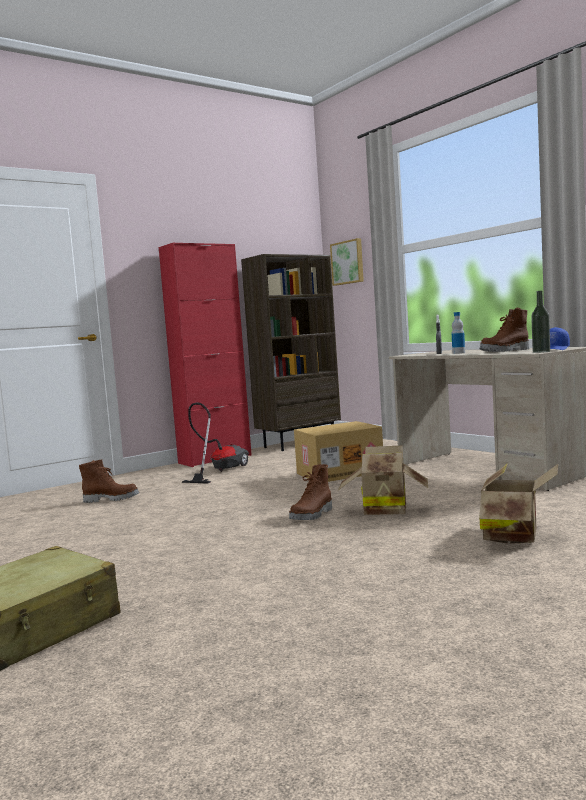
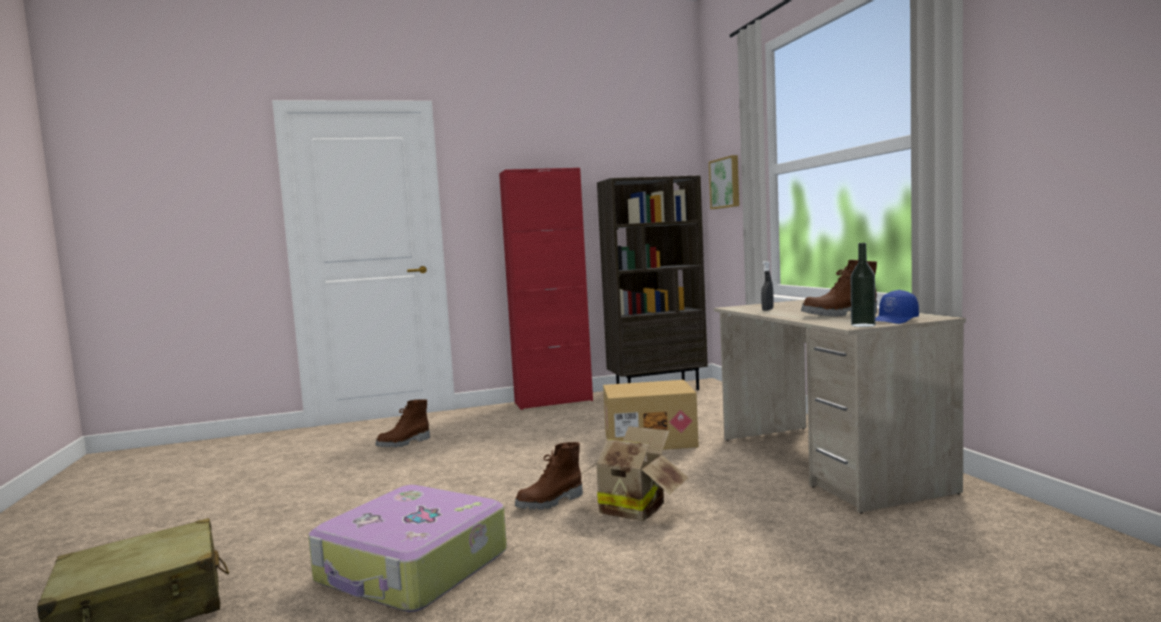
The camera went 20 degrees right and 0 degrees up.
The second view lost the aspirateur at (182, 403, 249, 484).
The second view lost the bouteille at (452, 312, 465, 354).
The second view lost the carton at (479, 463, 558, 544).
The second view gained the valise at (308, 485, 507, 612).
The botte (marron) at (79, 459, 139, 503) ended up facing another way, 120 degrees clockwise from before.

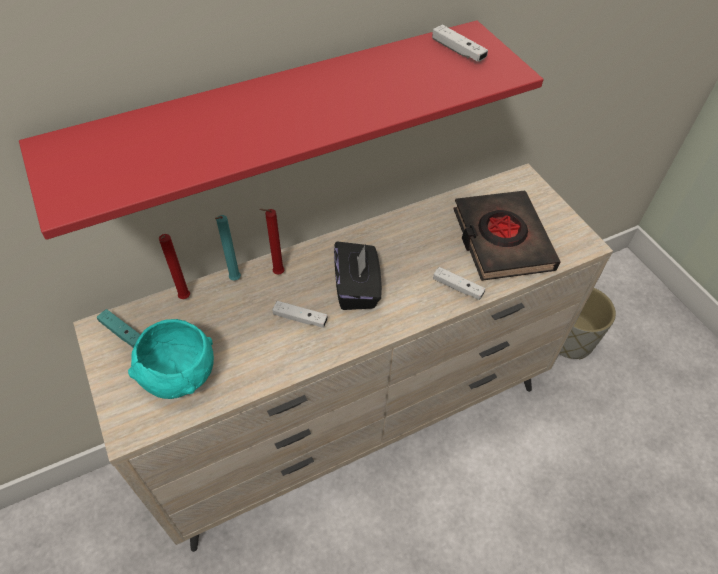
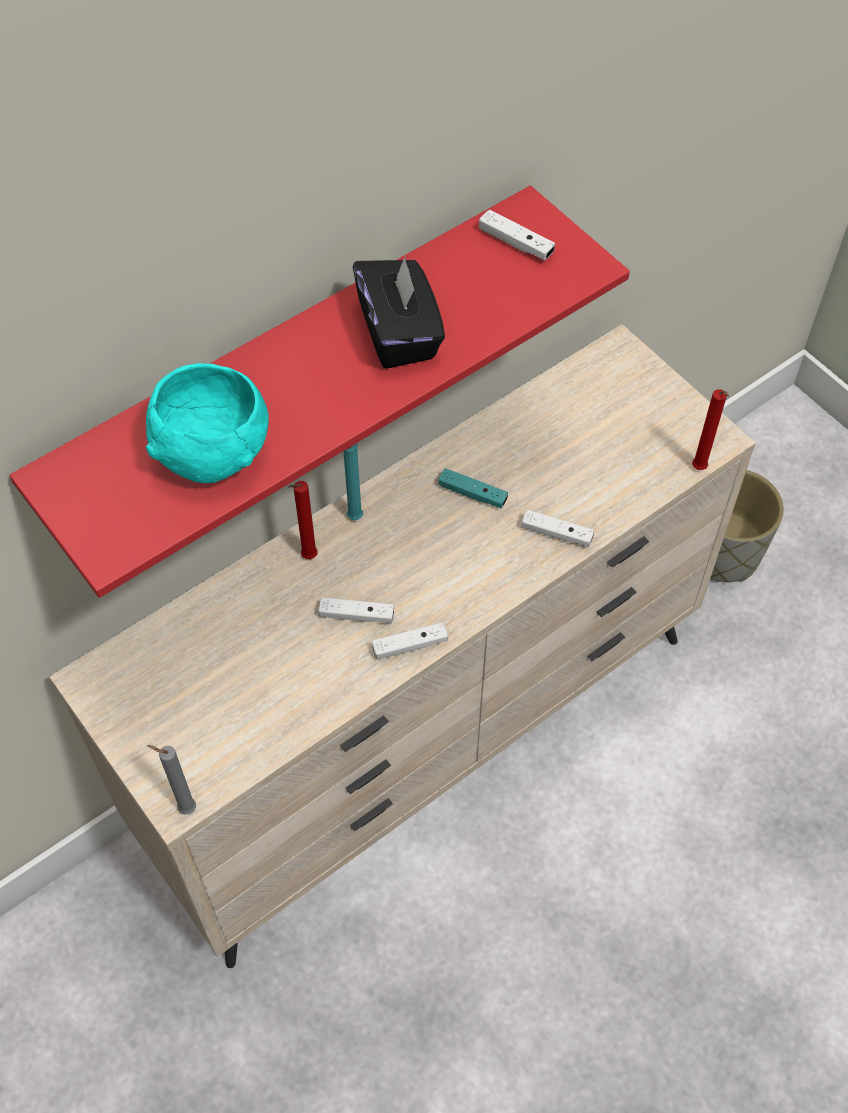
The camera went 10 degrees left and 5 degrees up.
The second view lost the livre (noir) at (454, 191, 561, 281).
The second view gained the bougie (gris) at (147, 745, 196, 815).
The second view gained the manette (blanc) at (372, 622, 448, 660).
The manette (turquoise) ended up elsewhere, having gone from (97, 309, 141, 348) to (438, 468, 508, 509).
The bol (turquoise) ended up elsewhere, having gone from (128, 319, 214, 399) to (146, 363, 269, 483).
The bougie (rouge) ended up elsewhere, having gone from (159, 234, 190, 299) to (692, 389, 729, 470).
The bougie (turquoise) ended up elsewhere, having gone from (215, 215, 241, 280) to (343, 444, 363, 520).
The boîte à mouchoirs (noir) ended up elsewhere, having gone from (334, 241, 382, 310) to (353, 255, 445, 369).

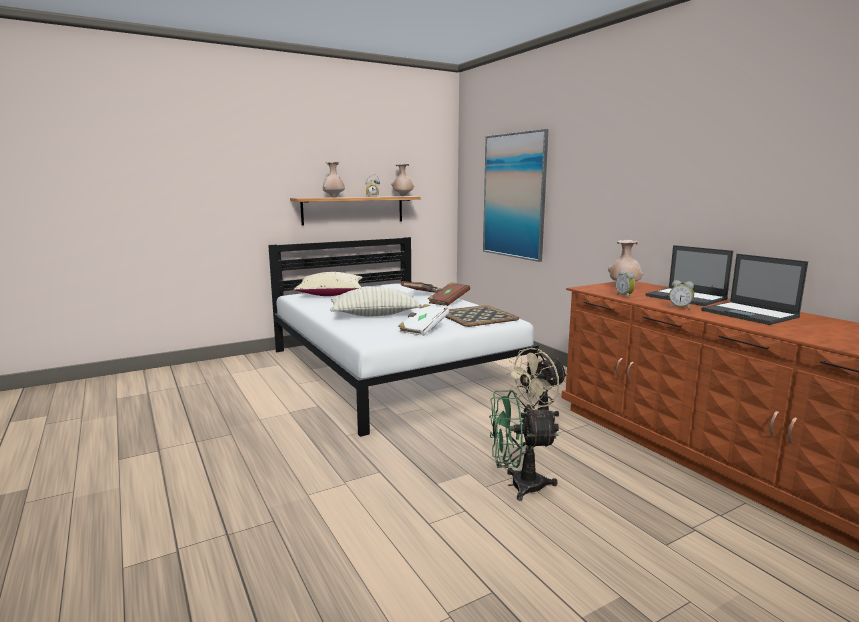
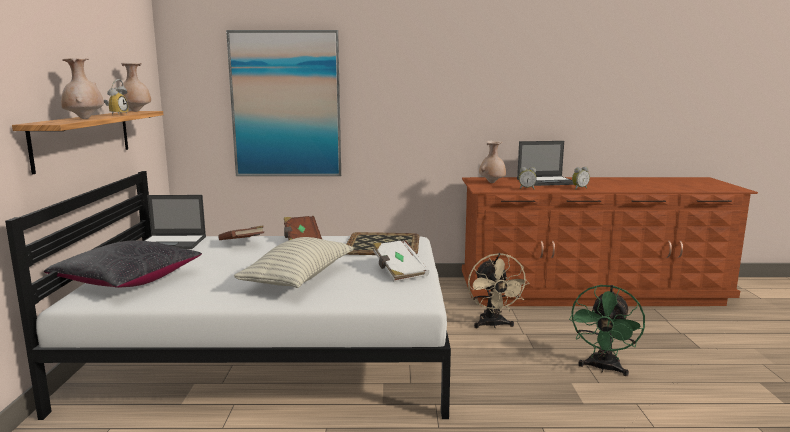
The camera went 60 degrees left and 0 degrees up.
The ordinateur portable ended up elsewhere, having gone from (701, 254, 808, 325) to (144, 195, 206, 249).
What was the coussin (beige) at (294, 272, 363, 296) turned into the coussin (noir) at (44, 240, 202, 288).

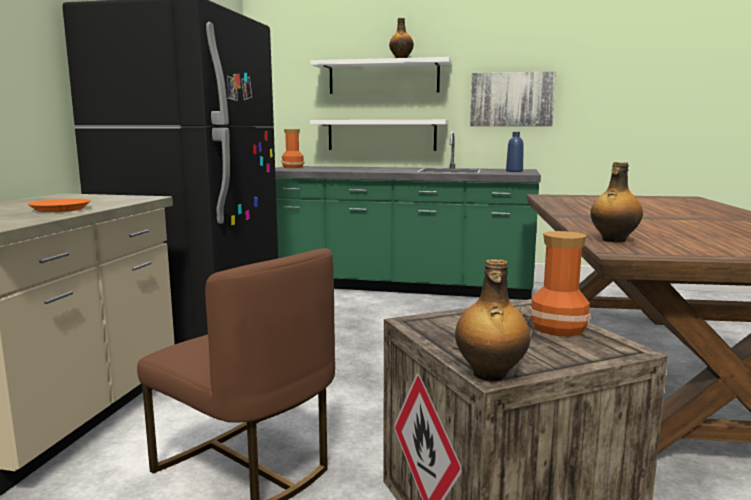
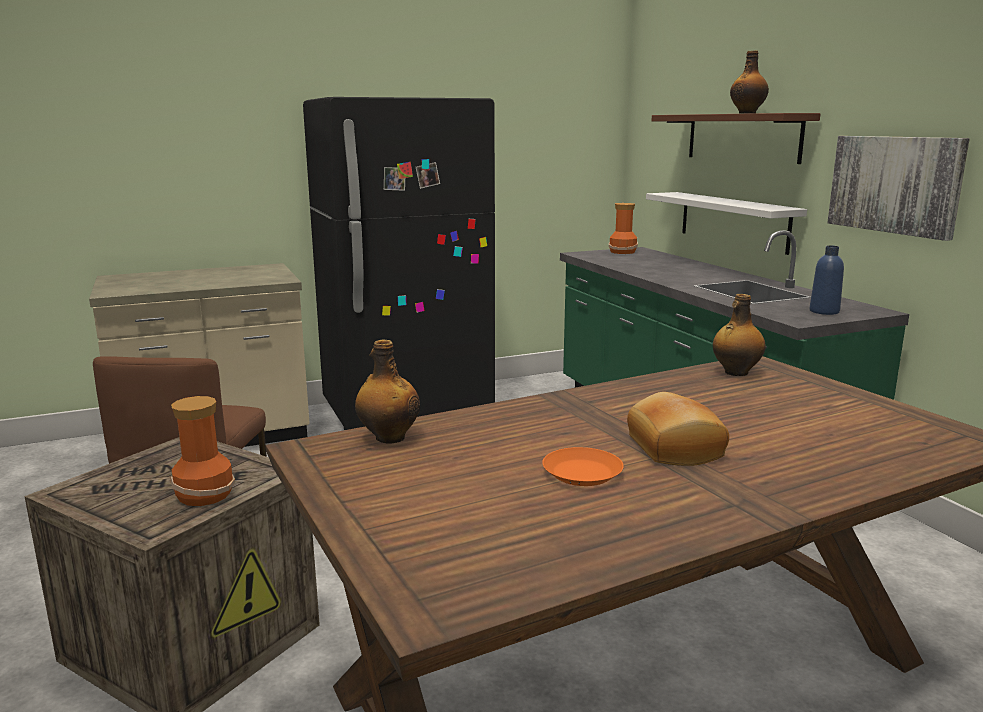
The camera went 55 degrees right and 5 degrees up.
The second view gained the pain at (627, 392, 729, 466).
The assiette (orange) ended up elsewhere, having gone from (27, 199, 91, 212) to (542, 447, 624, 486).
The bouteille ended up elsewhere, having gone from (455, 260, 530, 381) to (713, 294, 766, 376).
What was the étagère (blanc) at (310, 57, 452, 94) turned into the étagère (marron) at (652, 113, 821, 164).

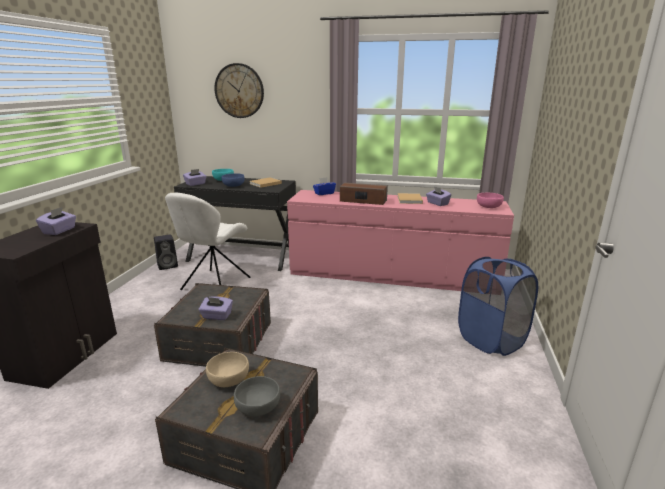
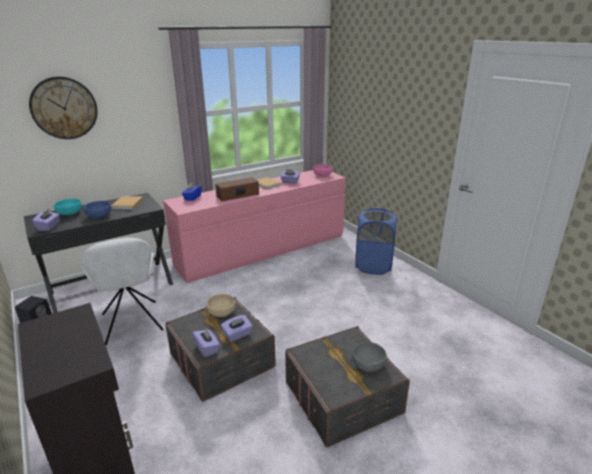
The camera went 45 degrees left and 5 degrees up.
The boîte à mouchoirs (violet) ended up elsewhere, having gone from (36, 207, 76, 235) to (192, 328, 220, 357).
The bol (beige) ended up elsewhere, having gone from (206, 352, 249, 387) to (206, 294, 236, 317).

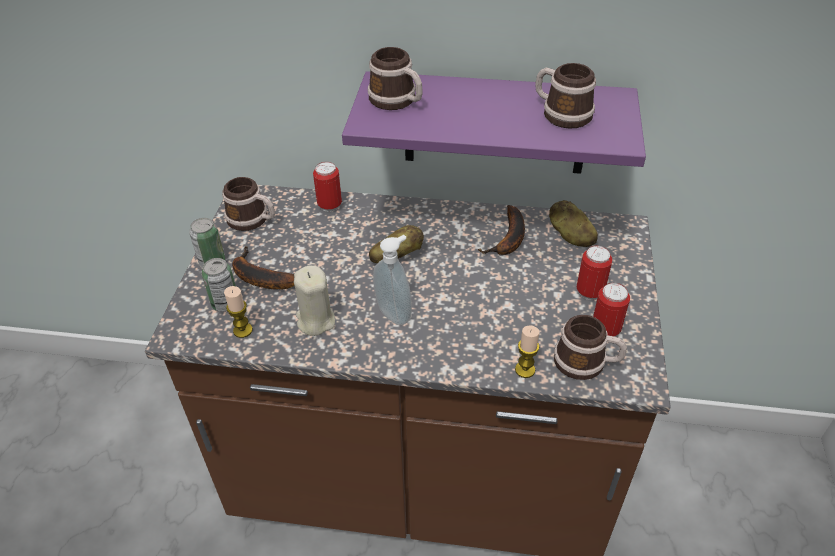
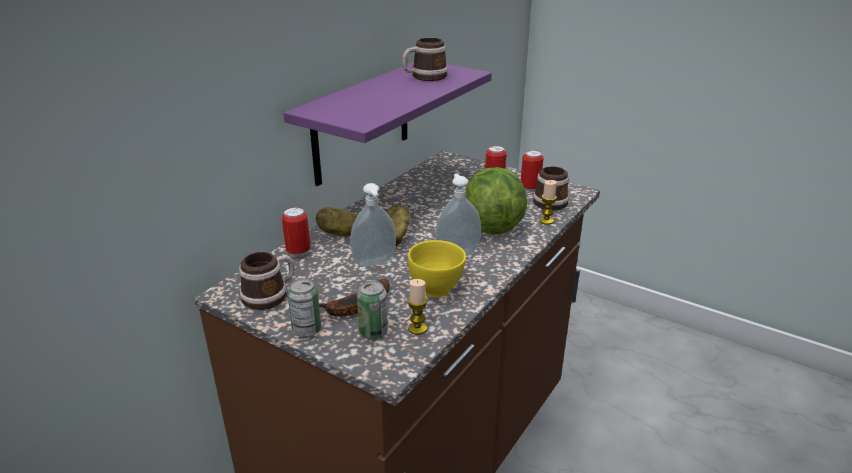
The camera went 65 degrees left and 15 degrees down.
The second view lost the mug at (368, 47, 423, 110).
The second view lost the banane at (478, 205, 525, 255).
The second view gained the distributeur de savon at (350, 183, 396, 267).
The second view gained the laitue at (466, 167, 527, 235).
The pomme de terre ended up elsewhere, having gone from (549, 200, 598, 247) to (316, 207, 358, 237).
Where the bougie (beige) stood at (294, 265, 335, 336), the bol (jaune) came to stand at (408, 240, 466, 297).

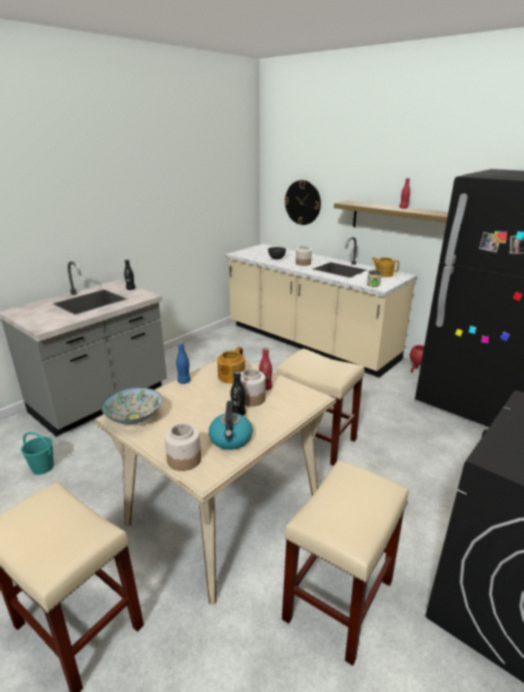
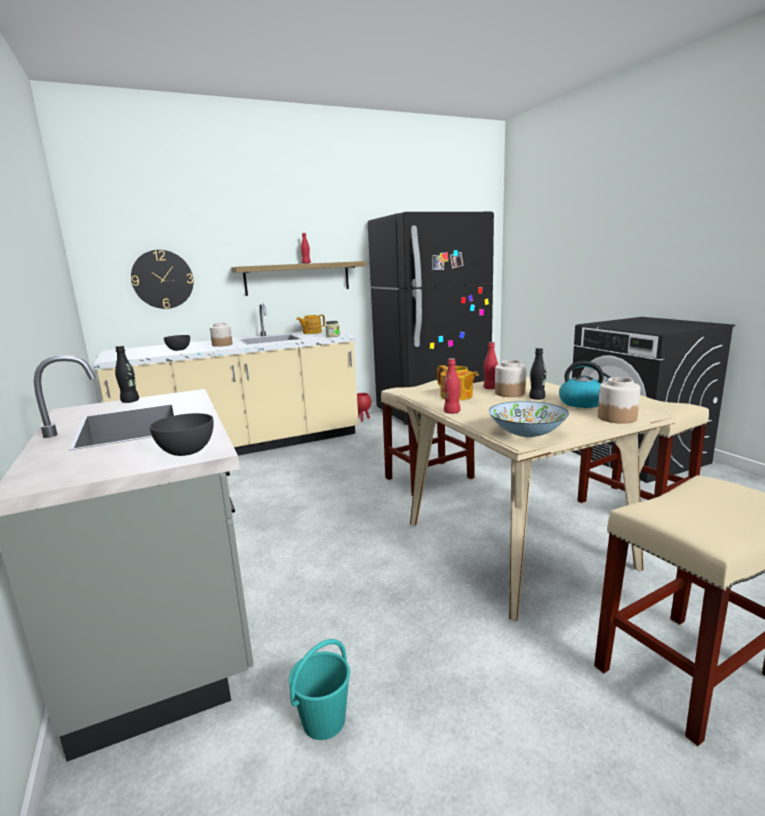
The camera went 65 degrees left and 10 degrees down.
The second view gained the bol (gris) at (149, 413, 214, 456).
What was the bouteille (bleu) at (176, 342, 191, 384) turned into the bouteille (rouge) at (443, 358, 460, 414).

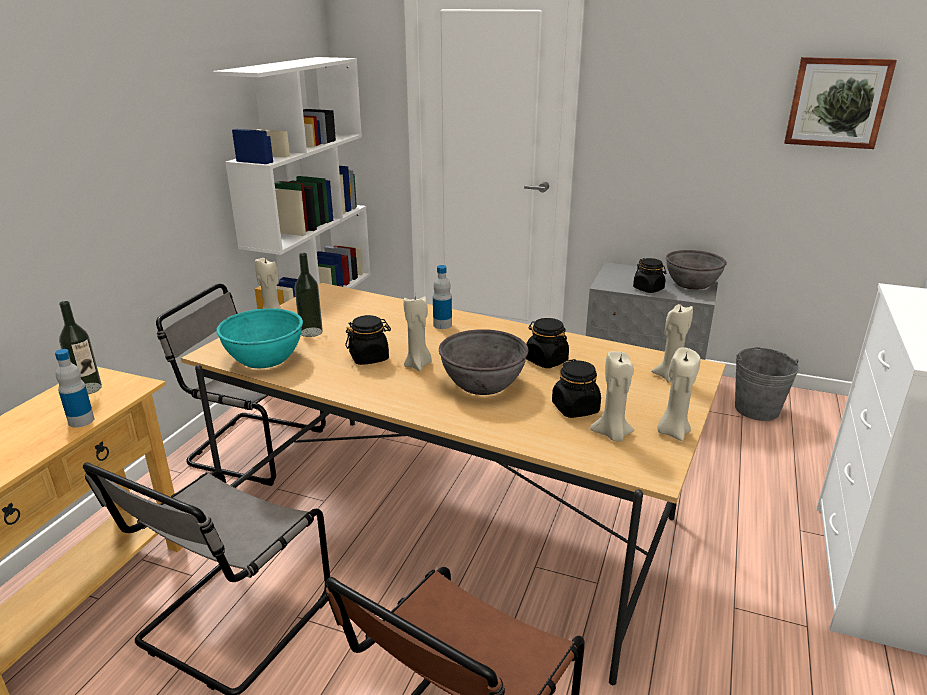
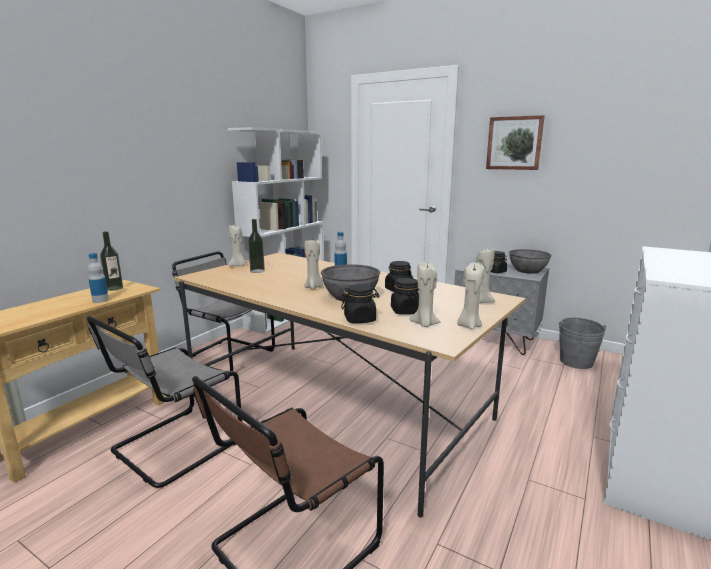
The camera went 10 degrees right and 10 degrees down.
The second view lost the bol (turquoise) at (216, 308, 303, 368).
The bocal (noir) ended up elsewhere, having gone from (345, 315, 391, 365) to (341, 284, 380, 323).
The tableau ended up elsewhere, having gone from (784, 57, 897, 149) to (486, 115, 545, 170).

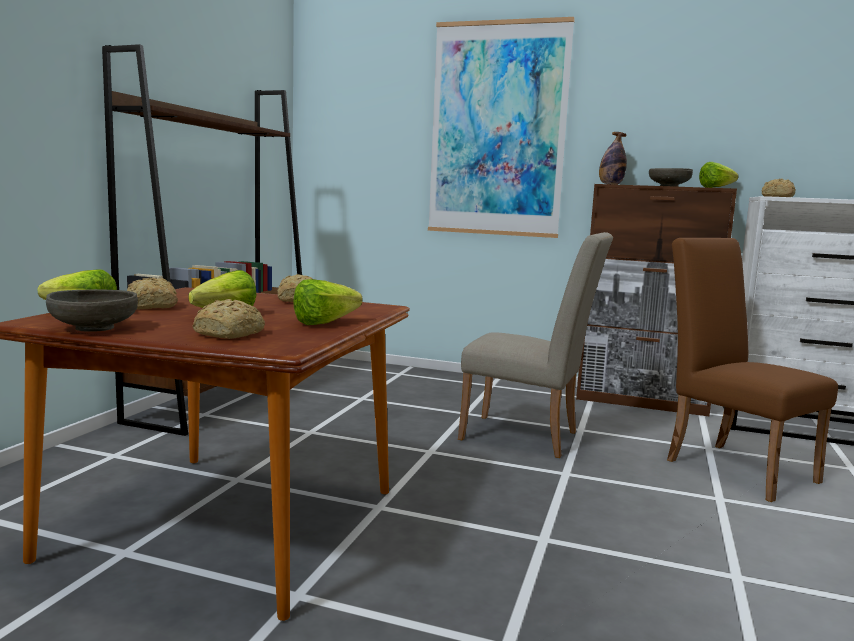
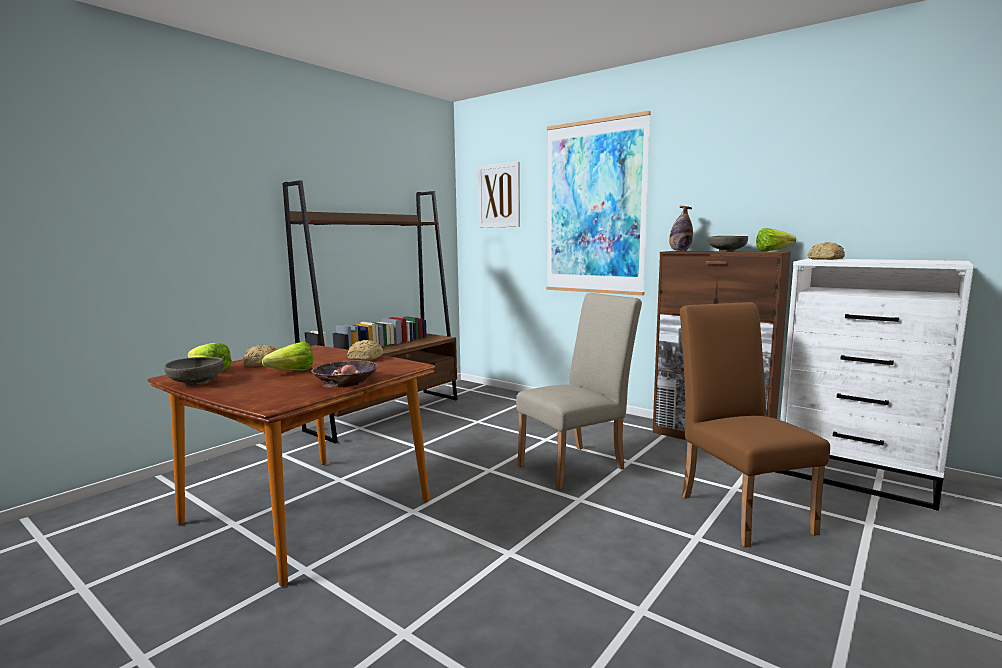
The camera went 20 degrees right and 0 degrees up.
The second view lost the pain at (193, 299, 265, 339).
The second view gained the tableau at (478, 162, 520, 228).
Where the laitue stood at (294, 279, 362, 325), the bol came to stand at (311, 360, 379, 388).
The chaise (beige) at (458, 232, 613, 458) ended up facing another way, 75 degrees counterclockwise from before.

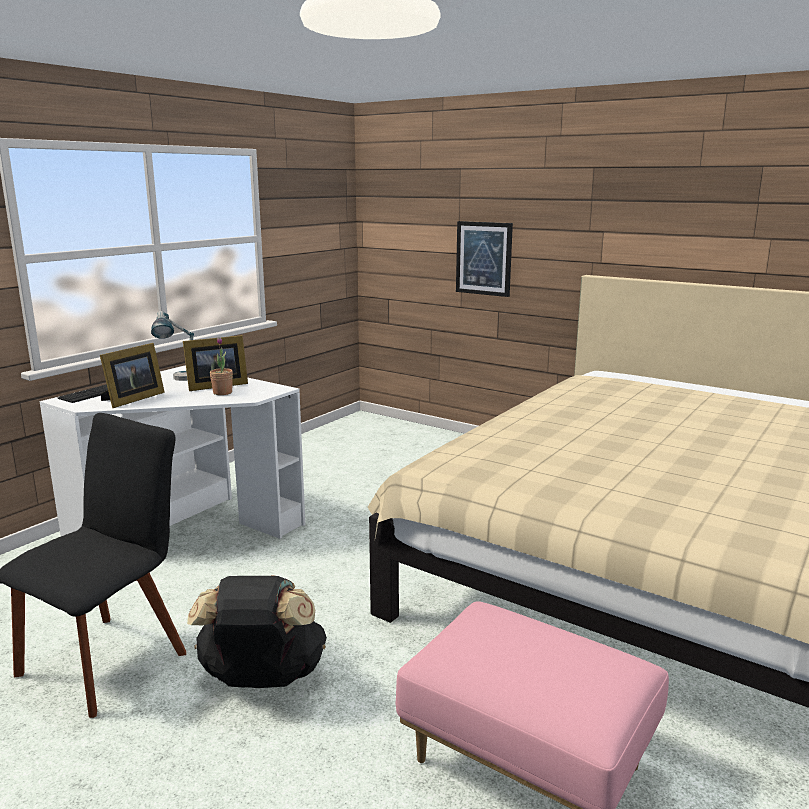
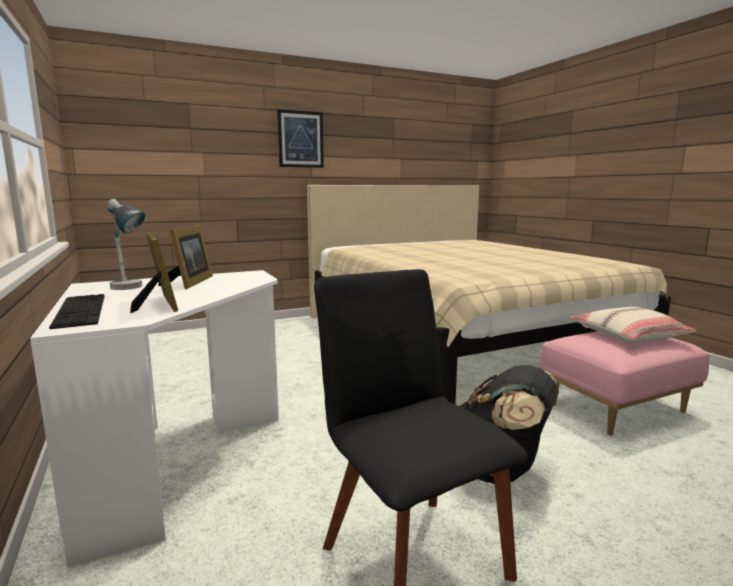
The camera went 60 degrees left and 5 degrees down.
The second view lost the plante en pot at (210, 337, 233, 395).
The second view gained the coussin (beige) at (570, 307, 697, 343).
The tableau ended up elsewhere, having gone from (456, 221, 513, 297) to (277, 109, 324, 168).

